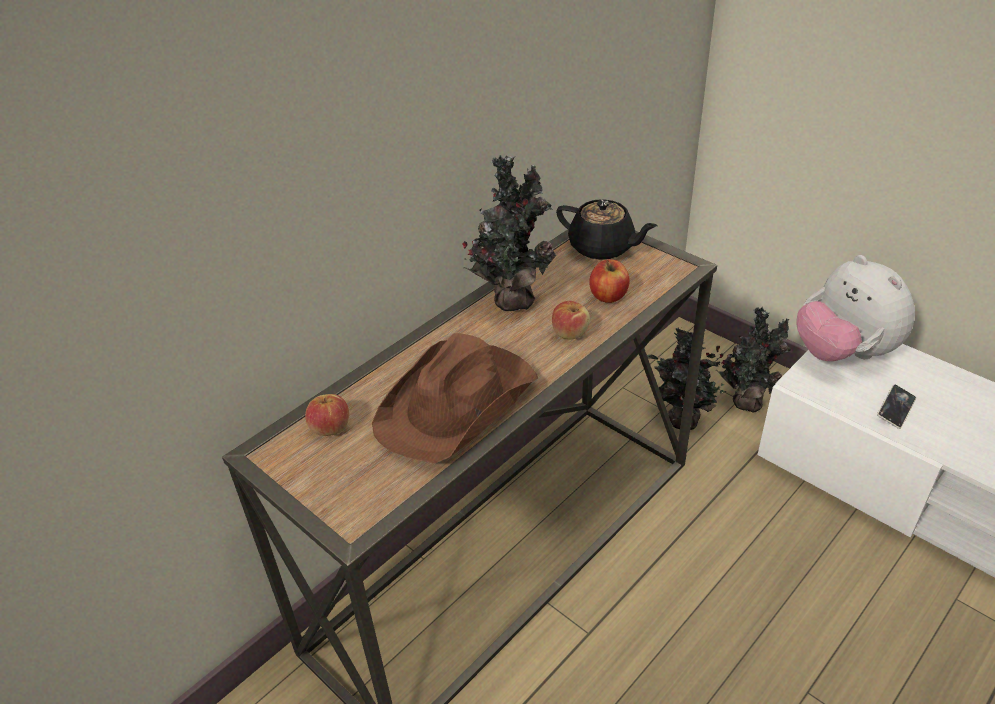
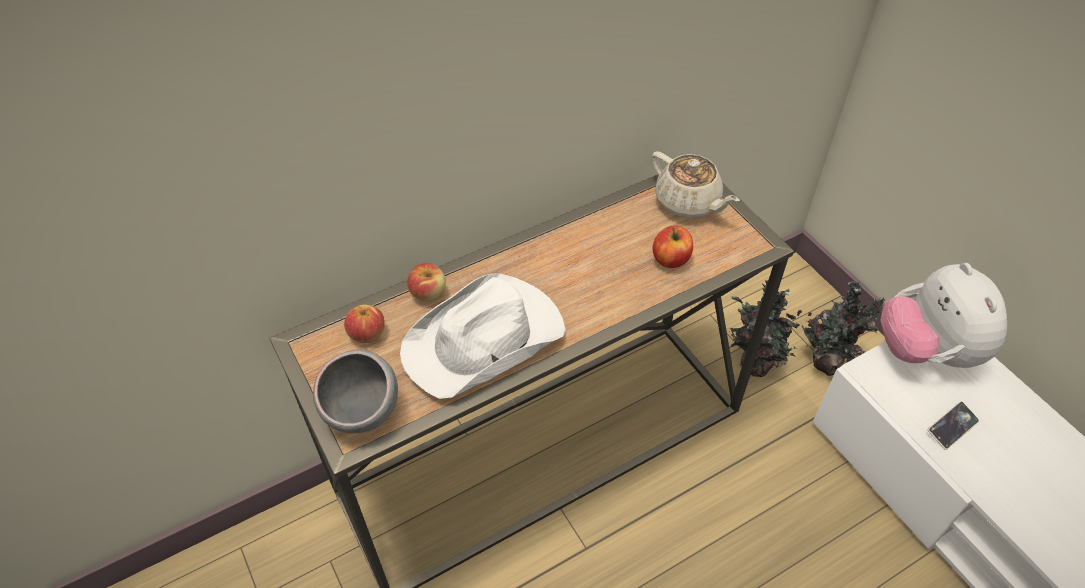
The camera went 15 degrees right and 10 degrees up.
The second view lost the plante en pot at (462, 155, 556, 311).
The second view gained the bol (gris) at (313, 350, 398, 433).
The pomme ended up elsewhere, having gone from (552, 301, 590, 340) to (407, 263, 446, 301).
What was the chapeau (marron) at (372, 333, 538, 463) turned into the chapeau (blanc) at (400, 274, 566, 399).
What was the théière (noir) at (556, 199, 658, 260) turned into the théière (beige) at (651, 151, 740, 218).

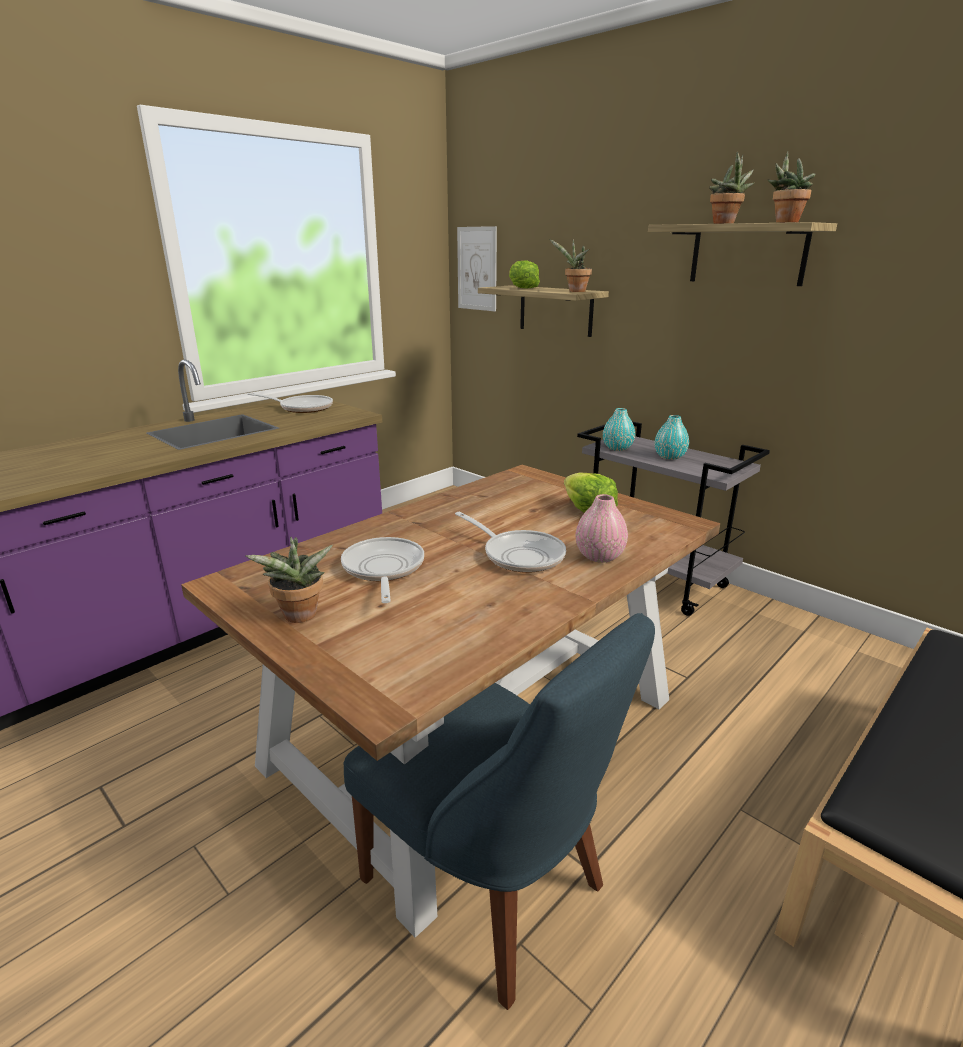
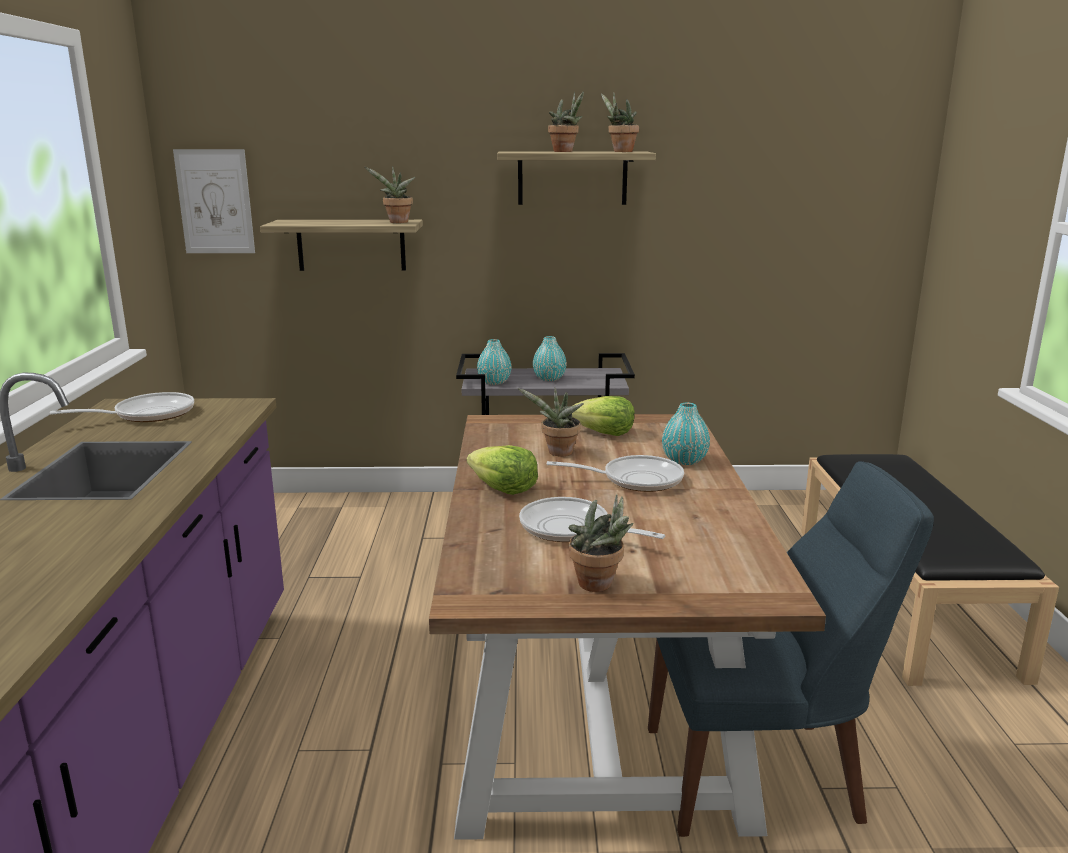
The camera went 45 degrees left and 5 degrees down.
The second view gained the plante en pot at (518, 387, 584, 457).
The laitue ended up elsewhere, having gone from (509, 260, 540, 289) to (467, 445, 538, 495).
What was the vase (rose) at (576, 494, 628, 563) turned into the vase (turquoise) at (662, 402, 710, 465).

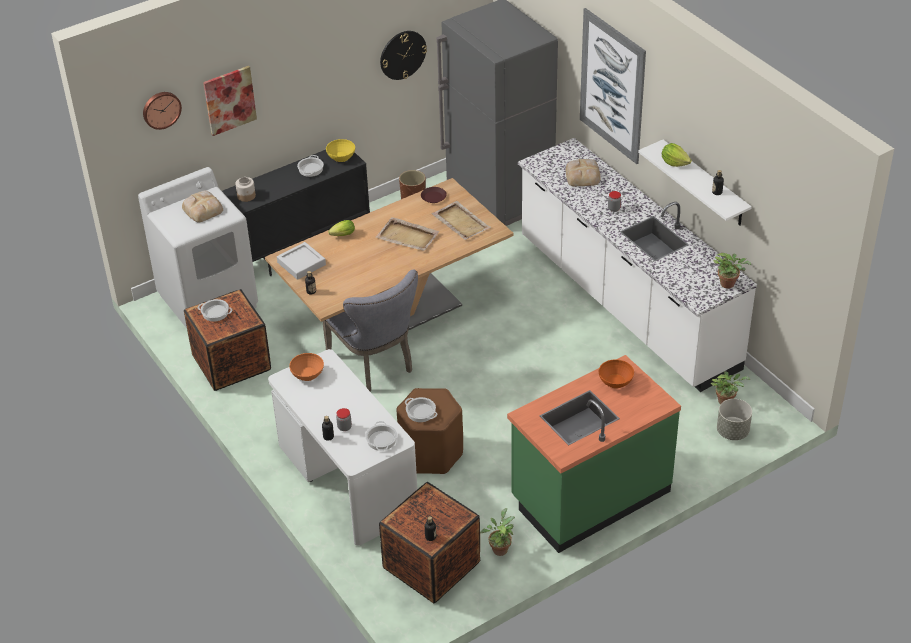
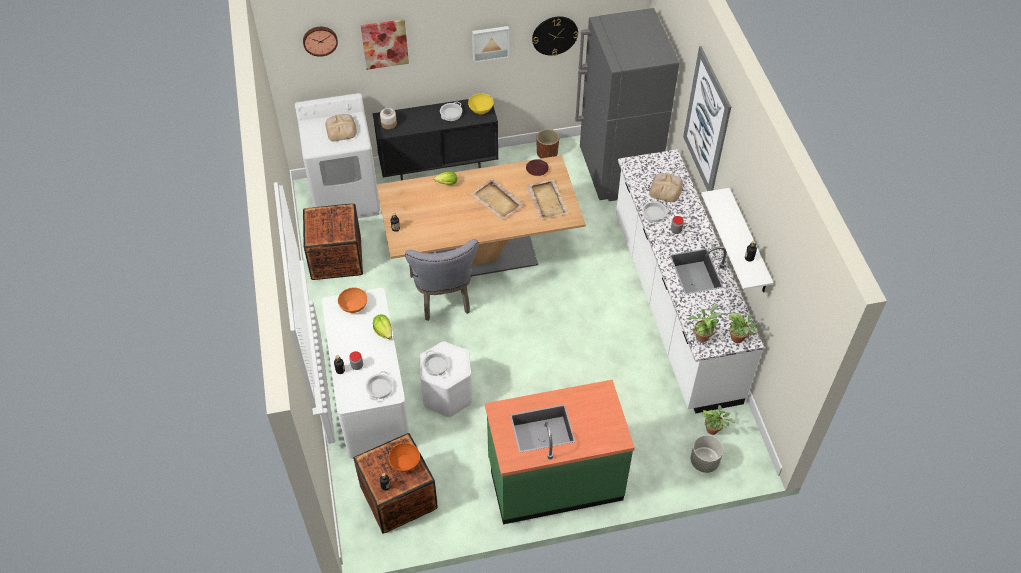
The camera went 20 degrees right and 10 degrees up.
The second view lost the plateau (gris) at (277, 242, 326, 280).
The second view gained the tableau at (472, 26, 509, 62).
The marmite ended up elsewhere, having gone from (198, 299, 232, 322) to (640, 201, 669, 222).
The plante en pot ended up elsewhere, having gone from (480, 508, 515, 556) to (689, 304, 722, 342).
The bol (orange) ended up elsewhere, having gone from (599, 359, 634, 388) to (388, 443, 420, 472).
The laitue ended up elsewhere, having gone from (662, 143, 692, 167) to (373, 315, 392, 339).
What was the tabouret (marron) at (396, 388, 463, 474) turned into the tabouret (blanc) at (419, 341, 473, 417).

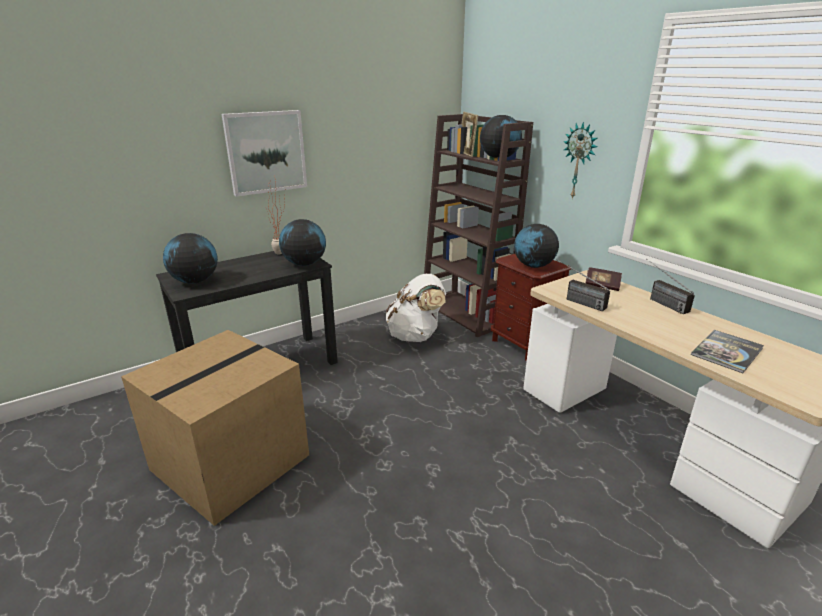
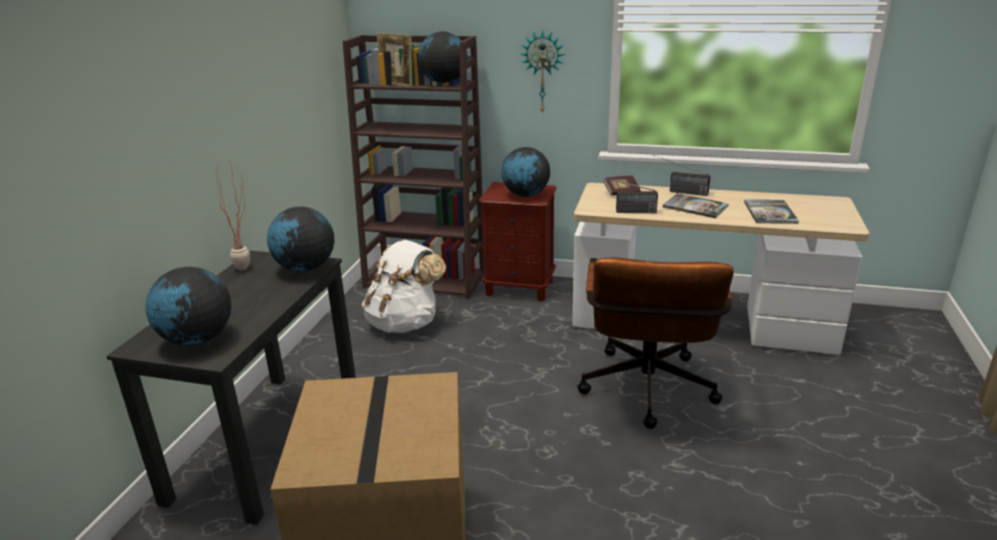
The camera went 40 degrees left and 0 degrees up.
The second view lost the tableau at (222, 110, 307, 197).
The second view gained the chaise de bureau (marron) at (577, 257, 734, 429).
The second view gained the livre at (663, 193, 729, 218).

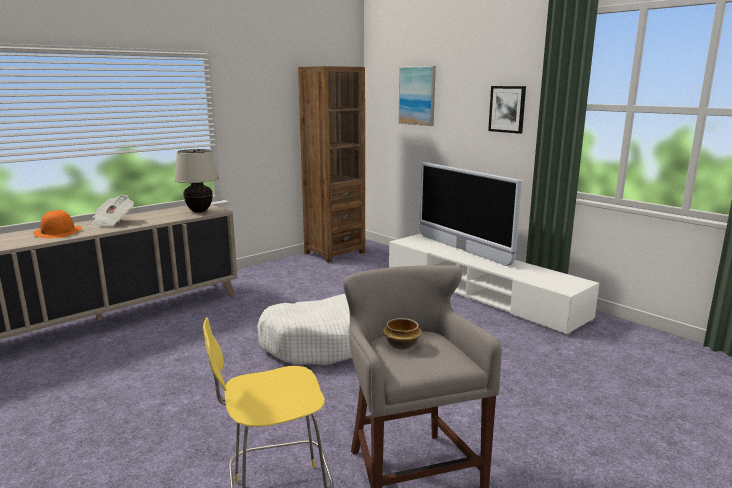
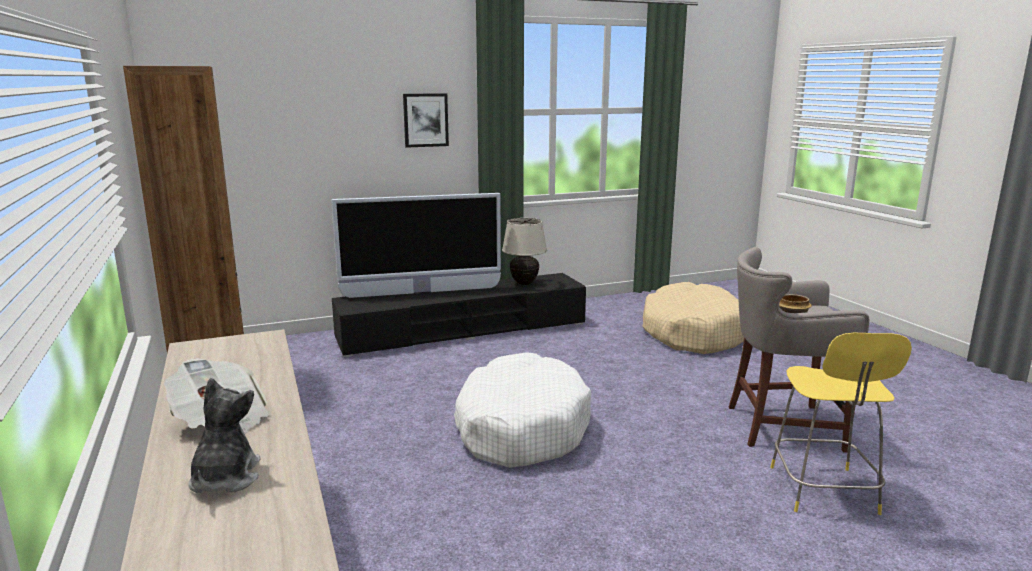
The camera went 70 degrees left and 0 degrees up.
The second view lost the tableau at (398, 66, 436, 126).
The second view gained the panier pour chien (beige) at (643, 282, 744, 354).
The lampe de table (beige) ended up elsewhere, having gone from (174, 149, 219, 213) to (502, 218, 547, 285).
Where the chapeau (orange) stood at (33, 210, 82, 238), the peluche came to stand at (189, 378, 261, 493).
What was the meuble télé (blanc) at (389, 234, 599, 335) turned into the meuble télé (noir) at (332, 273, 586, 357).

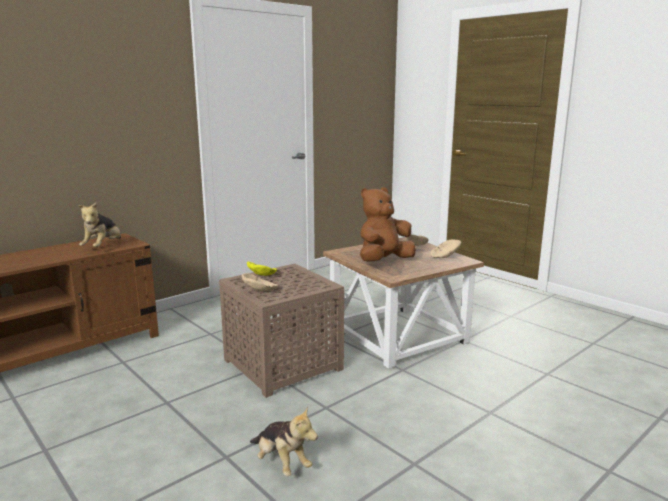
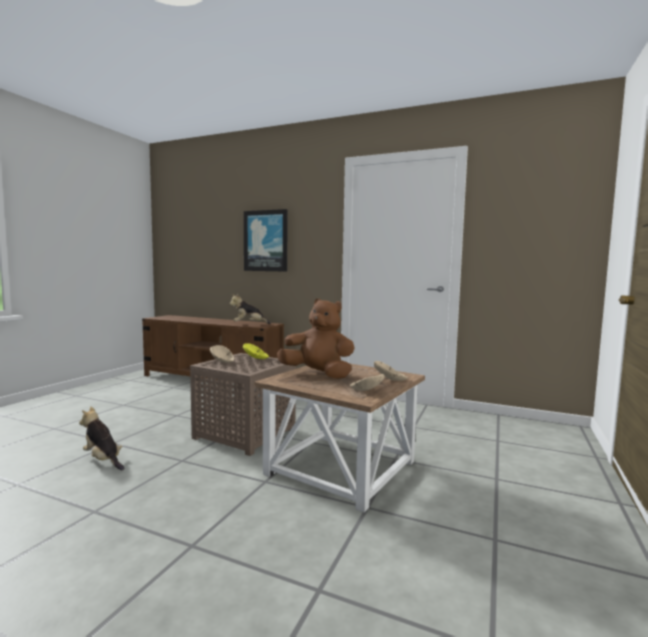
The camera went 65 degrees right and 10 degrees down.
The second view gained the tableau at (244, 209, 288, 272).
The peluche at (250, 406, 318, 476) ended up facing another way, 105 degrees clockwise from before.

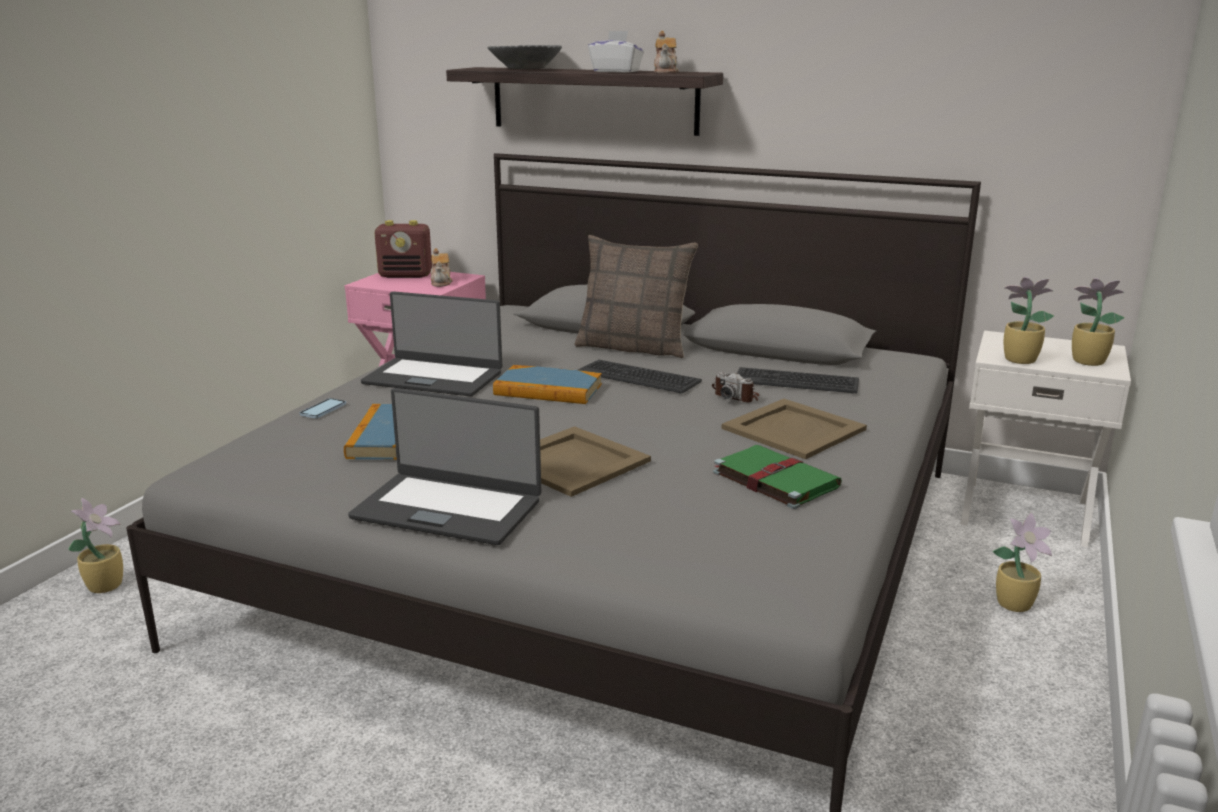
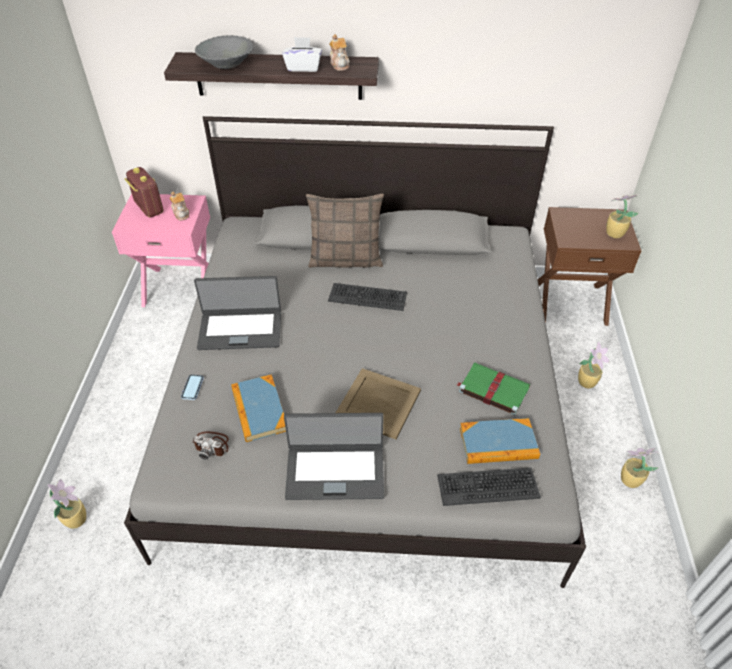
The camera went 20 degrees left and 25 degrees up.
The second view lost the plateau (beige) at (721, 399, 867, 459).
The livre ended up elsewhere, having gone from (493, 365, 602, 404) to (460, 418, 540, 464).
The appareil photo ended up elsewhere, having gone from (712, 372, 759, 402) to (192, 432, 229, 460).
The clavier ended up elsewhere, having gone from (737, 367, 859, 394) to (437, 467, 541, 506).
The plante en pot ended up elsewhere, having gone from (1004, 277, 1055, 364) to (621, 448, 658, 488).
What was the table de chevet (blanc) at (961, 331, 1131, 547) turned into the table de chevet (marron) at (538, 207, 641, 326).
The radio at (375, 220, 432, 278) ended up facing another way, 105 degrees counterclockwise from before.

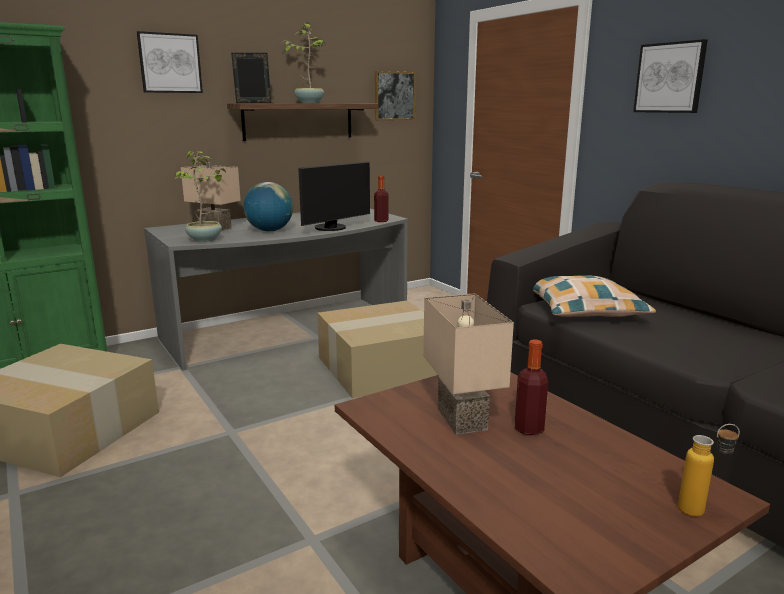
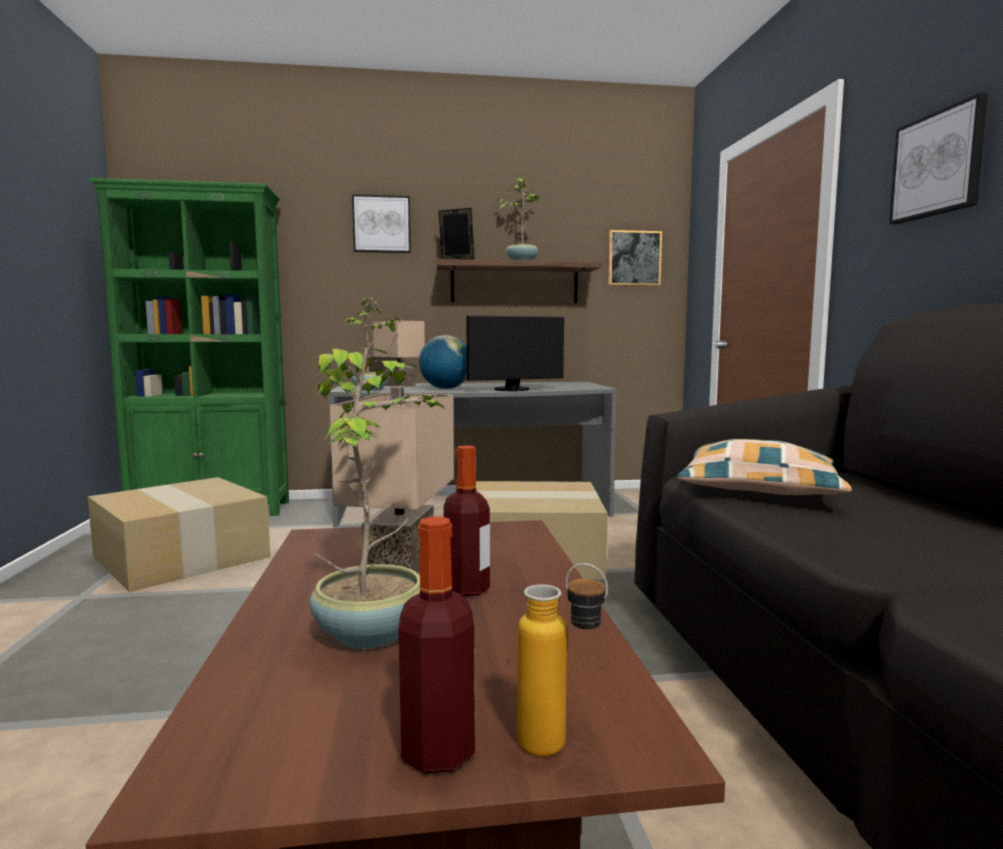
The camera went 25 degrees right and 10 degrees down.
The second view gained the plante en pot at (310, 348, 446, 649).
The bouteille ended up elsewhere, having gone from (374, 176, 389, 222) to (398, 516, 475, 774).

